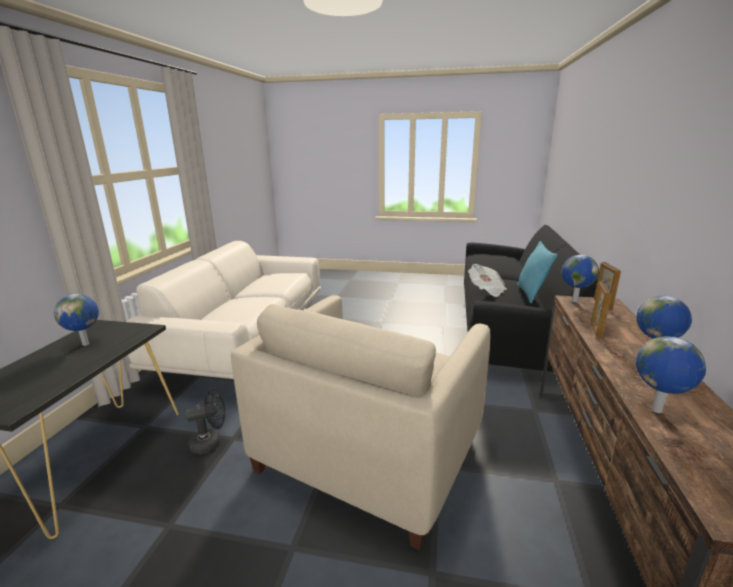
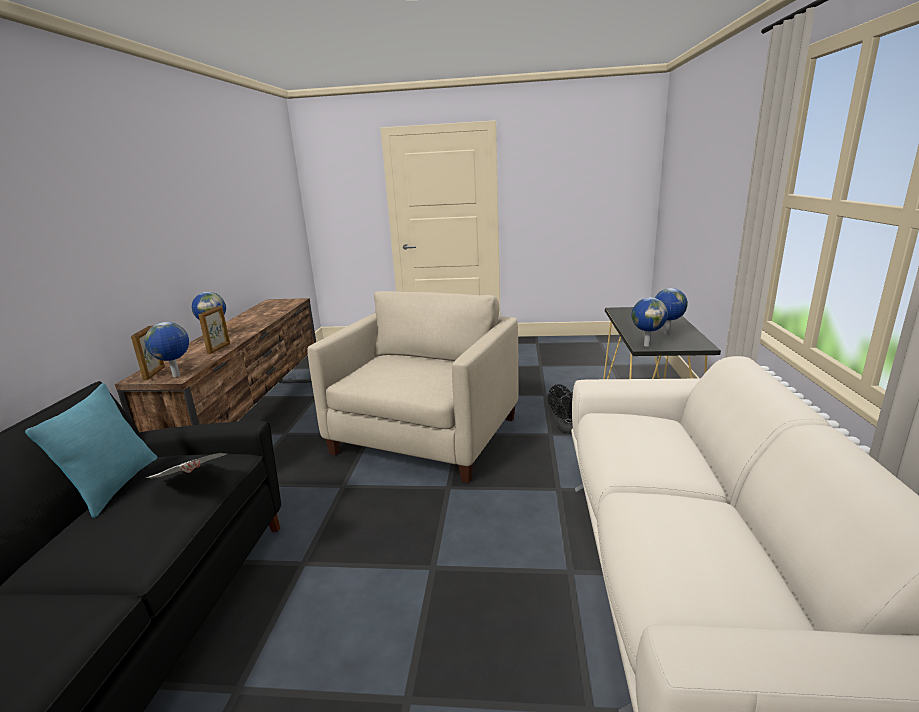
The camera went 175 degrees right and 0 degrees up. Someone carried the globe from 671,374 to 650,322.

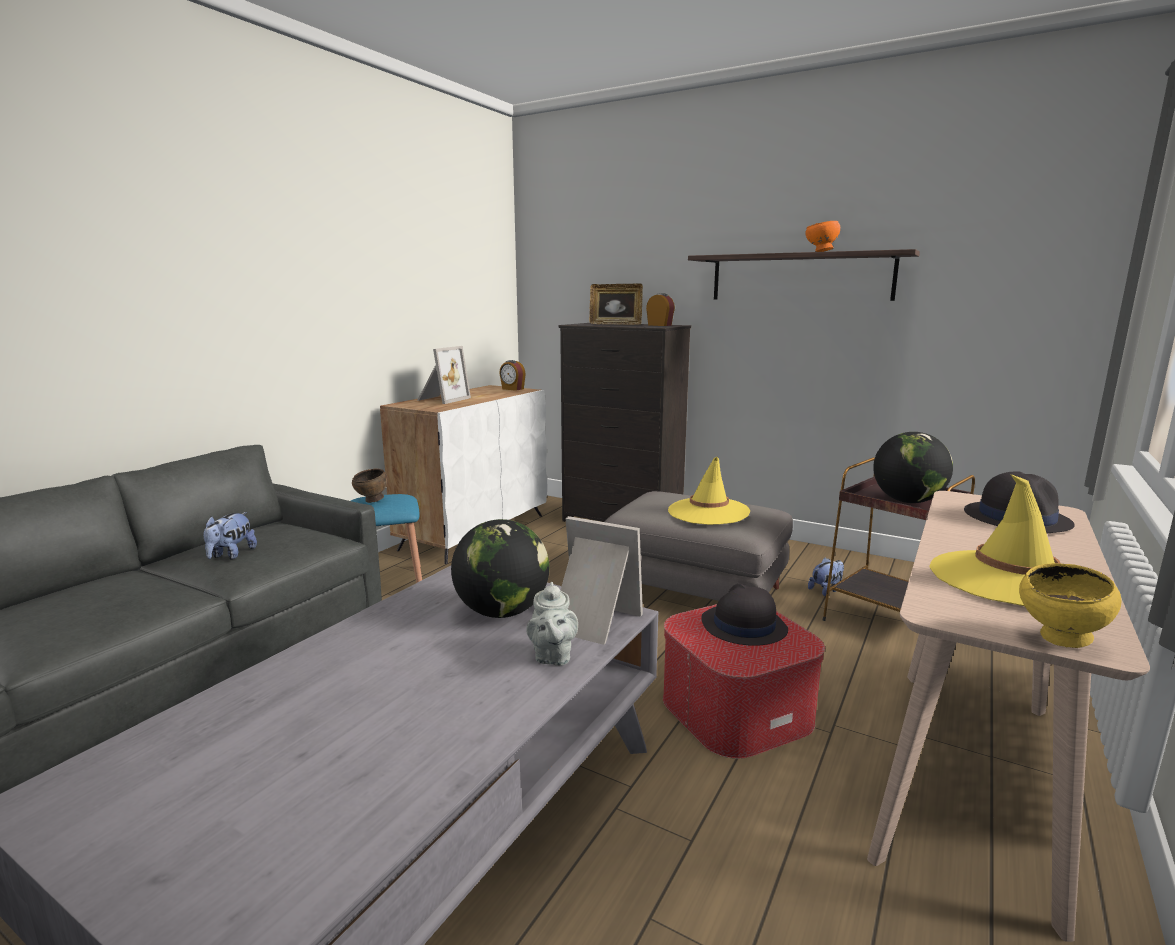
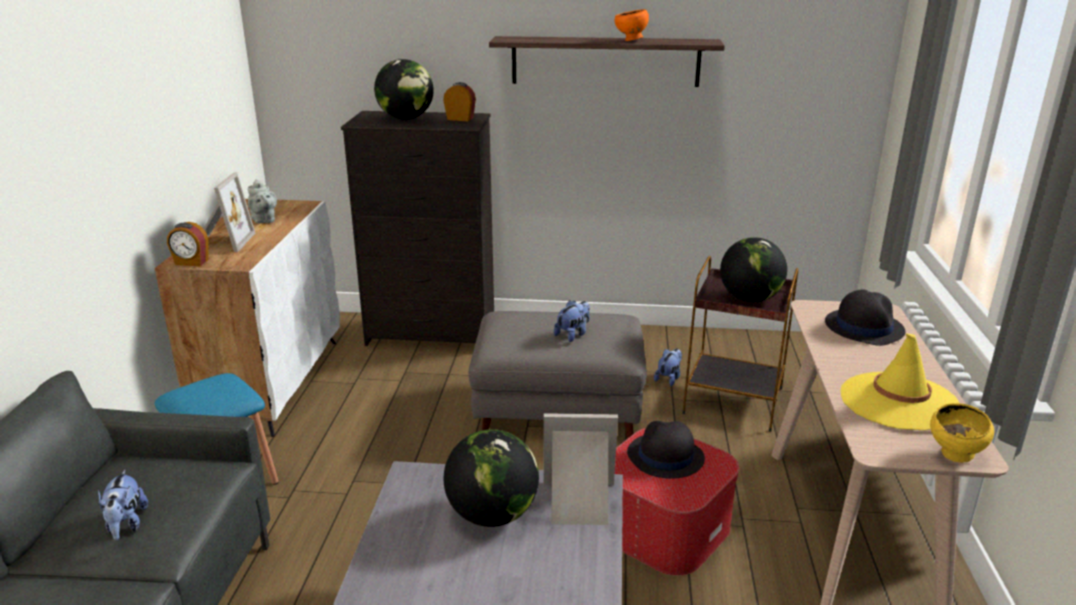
The camera went 25 degrees left and 10 degrees up. Someone carried the bedside clock from 512,375 to 188,244. Someone carried the teapot (greyish) from 552,624 to 262,201. Someone swapped the standing frame at 616,304 for the globe at 404,89. Someone swapped the hat (yellowish) at 709,491 for the soft toy at 572,321. Someone took away the serving bowl (brown) at 370,486.

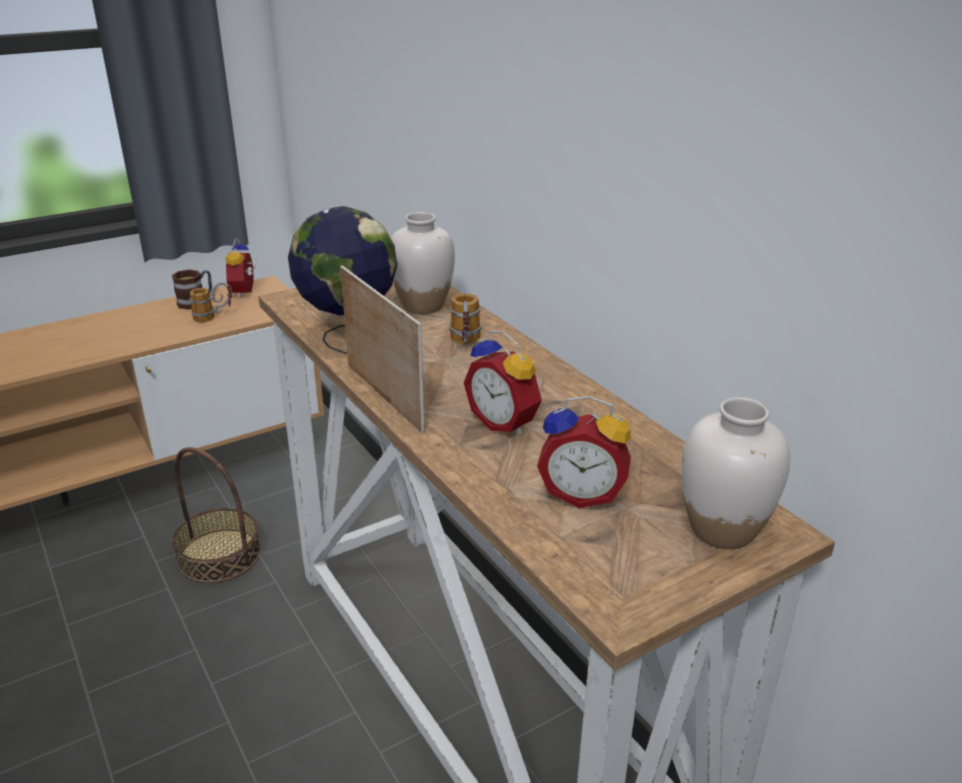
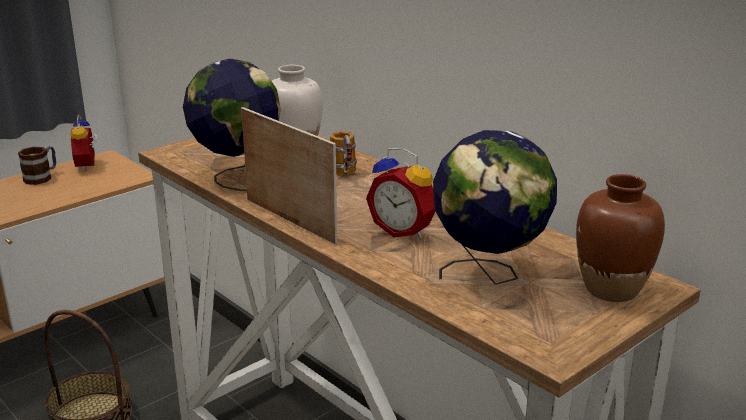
The camera went 10 degrees left and 5 degrees down. Someone swapped the bedside clock at 584,452 for the globe at 495,207. Someone repainted the vase (whitish) at 736,473, which became the vase (brown) at 620,238. Someone took away the coffee mug at 210,302.

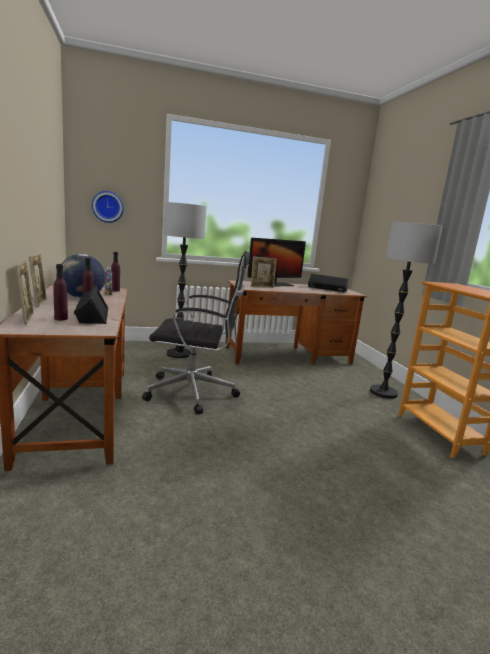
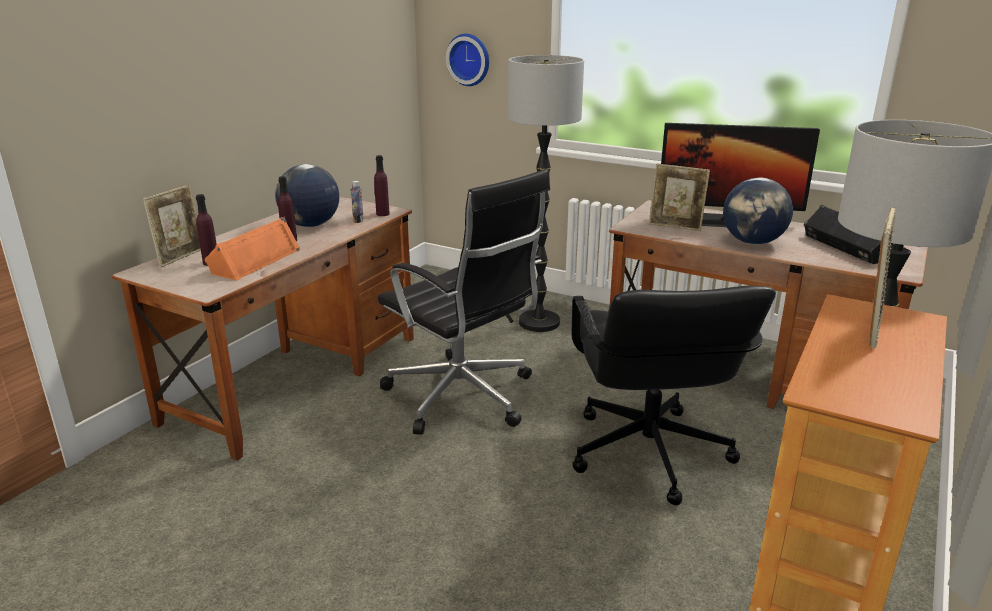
The camera went 45 degrees right and 10 degrees up. Someone repainted the speaker (blackish) at 91,304, which became the speaker (orange-coloured) at 252,249. Someone put down the computer chair (blackish) at 674,395. Someone put down the globe at 758,211. Someone carried the standing frame from 38,280 to 883,278.

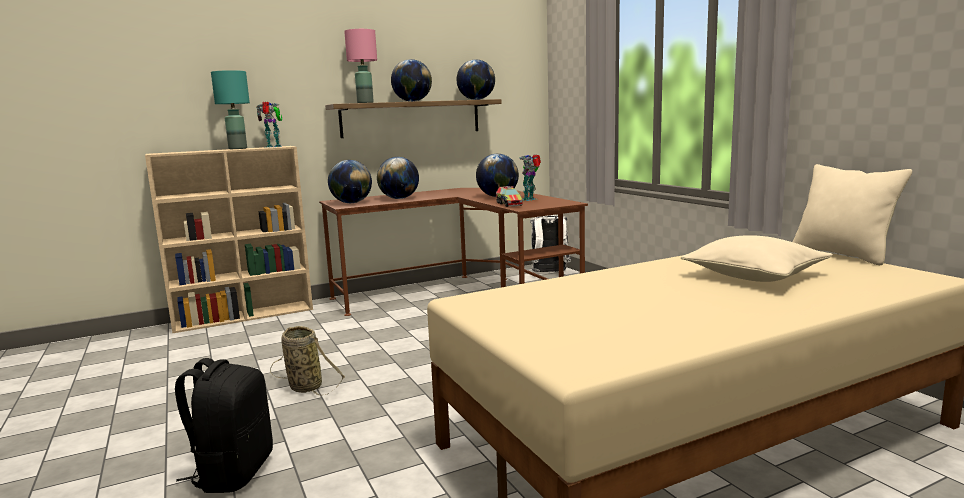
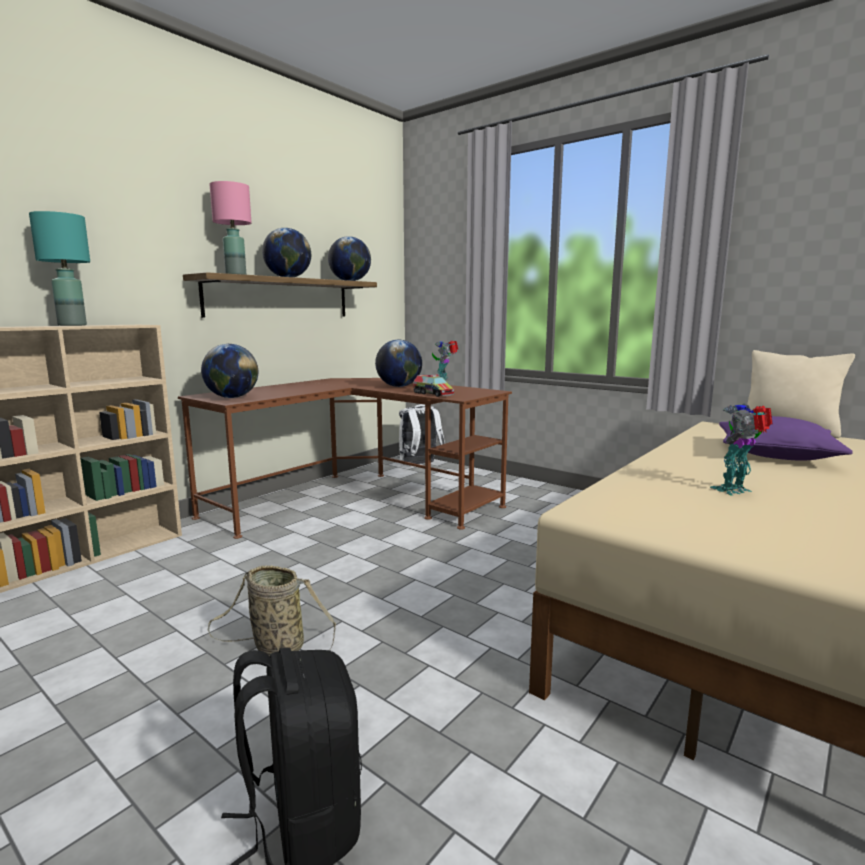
The camera went 25 degrees left and 0 degrees up. Someone carried the robot figure from 269,125 to 741,450. Someone repainted the pillow (sand-coloured) at 757,258, which became the pillow (purplish) at 786,438. Someone took away the globe at 398,178.

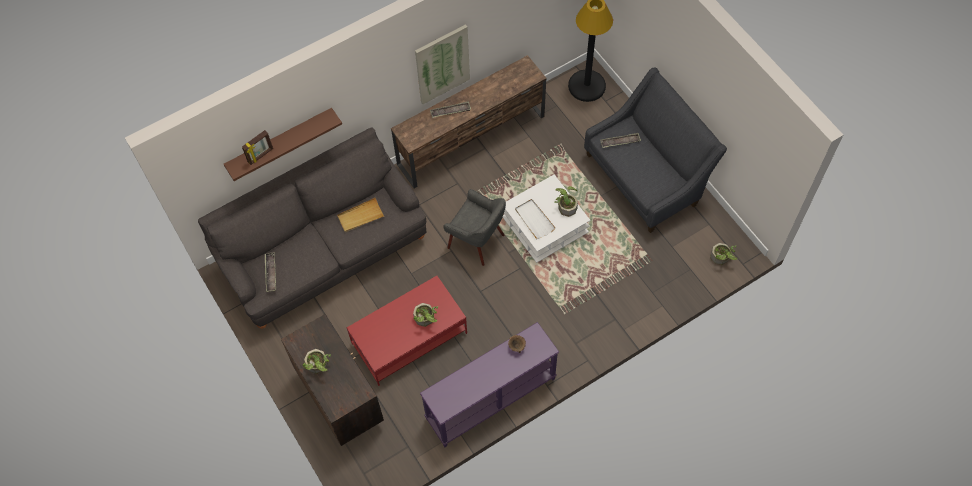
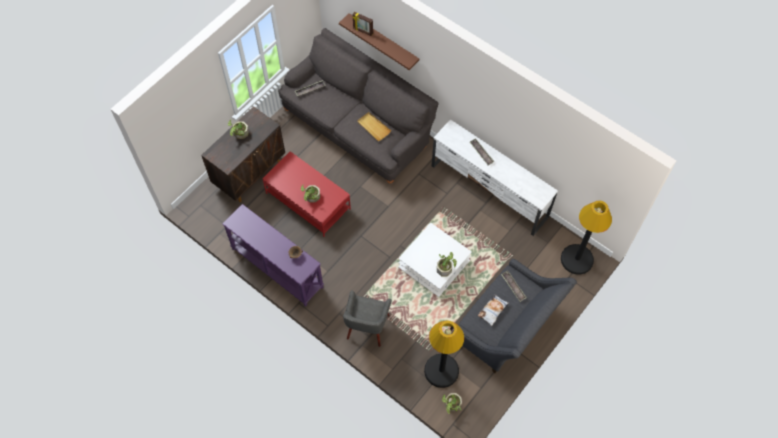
The camera went 70 degrees right and 0 degrees up. Someone carried the lounge chair (greyish) from 474,227 to 367,318. Someone put down the standard lamp (blackish) at 444,354. Someone repainted the tv unit (brown) at 469,121, which became the tv unit (whitish) at 494,177. Someone put down the pillow at 493,310. Someone took away the wall art at 442,64. Someone took away the tray (whitish) at 535,219.

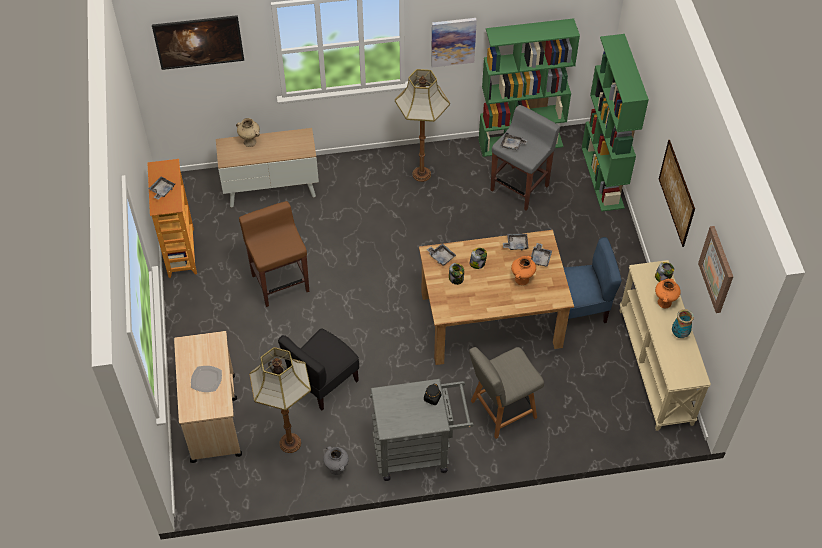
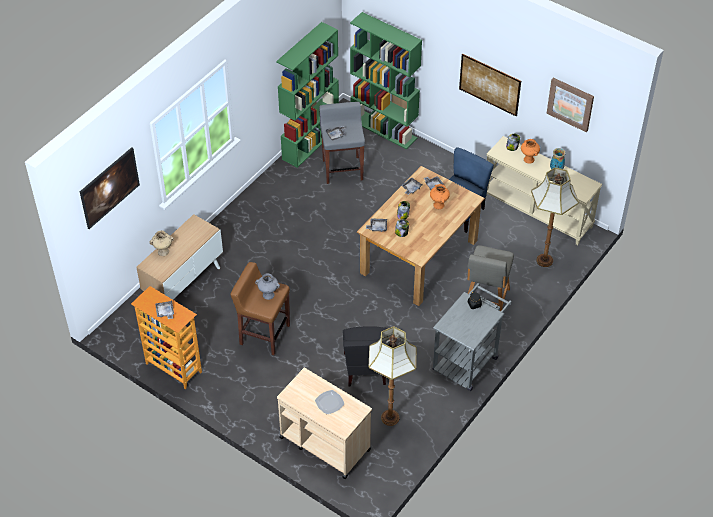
The camera went 45 degrees left and 5 degrees down. Someone carried the vase (greyish) from 336,460 to 267,286. Someone carried the standard lamp from 422,125 to 555,217. Someone took away the wall art at 454,42.

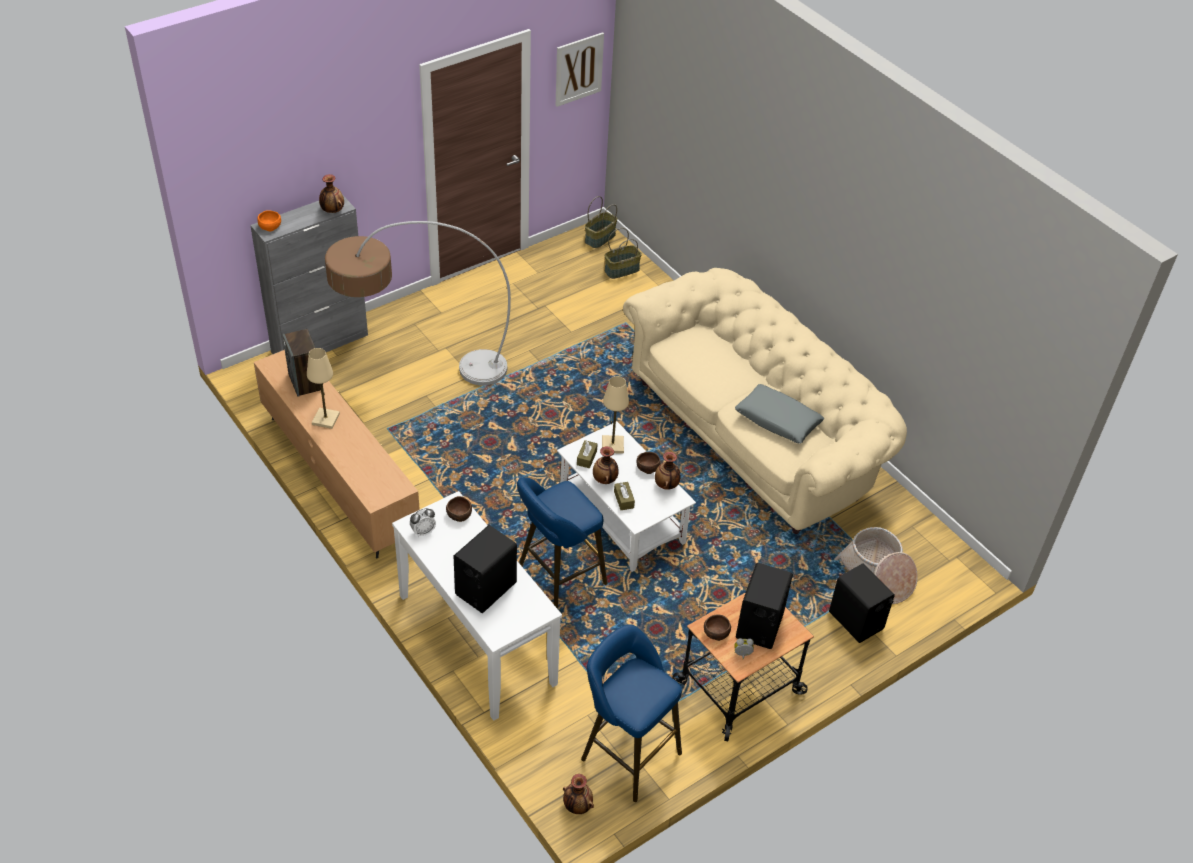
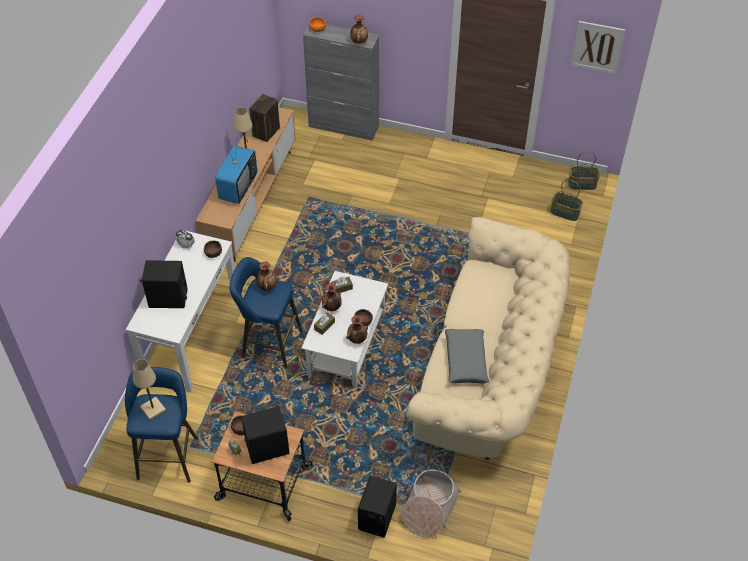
The camera went 55 degrees right and 5 degrees up. Someone carried the table lamp (sand-coloured) from 615,415 to 149,389. Someone put down the television at 236,170. Someone carried the vase from 578,794 to 267,276. Someone took away the standard lamp at 418,303.

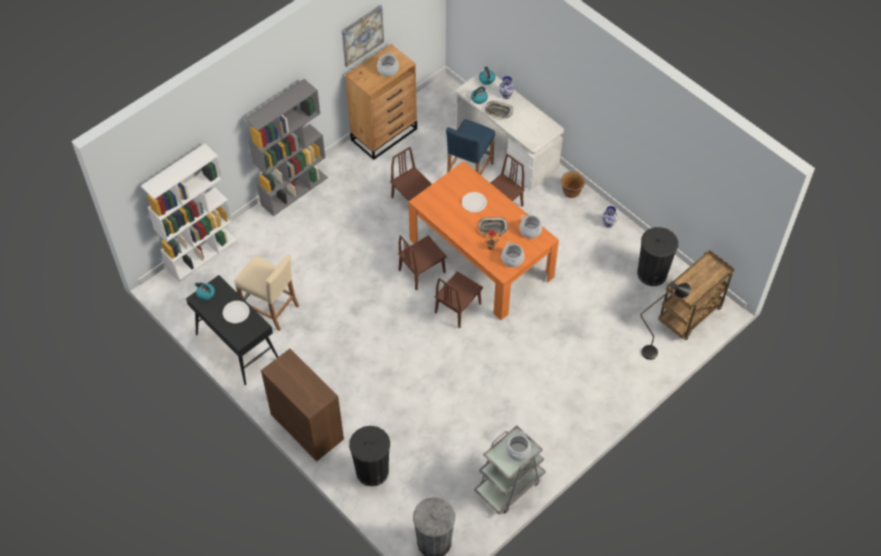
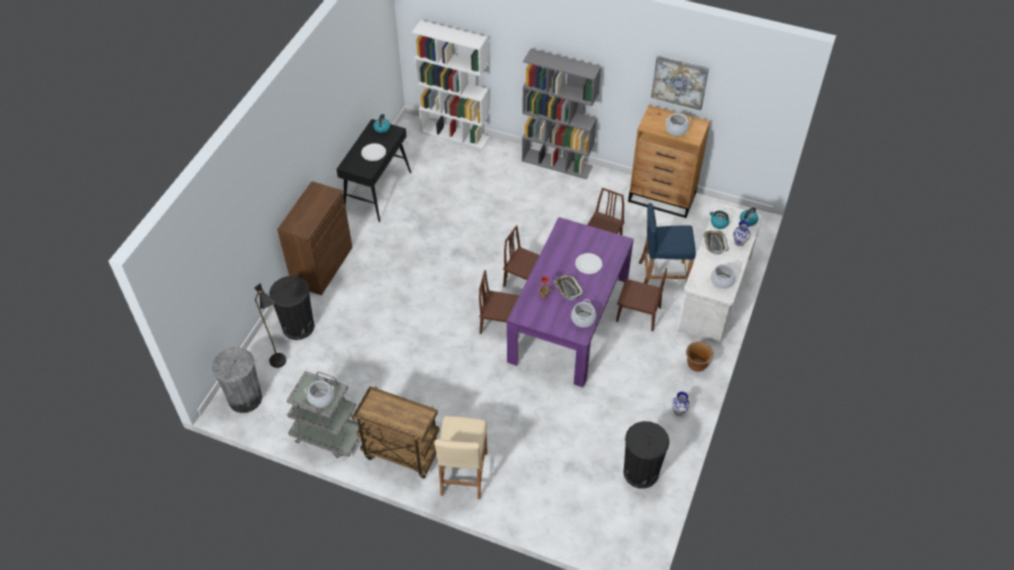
The camera went 65 degrees right and 5 degrees down. Someone carried the standard lamp (blackish) from 665,320 to 270,325. Someone carried the cart (brown) from 696,295 to 396,432. Someone carried the sitting stool (sand-coloured) from 266,292 to 460,457. Someone repainted the dining table (orange-coloured) at 483,240, which became the dining table (purplish) at 570,302. Someone carried the cooking pot from 512,254 to 723,276.

